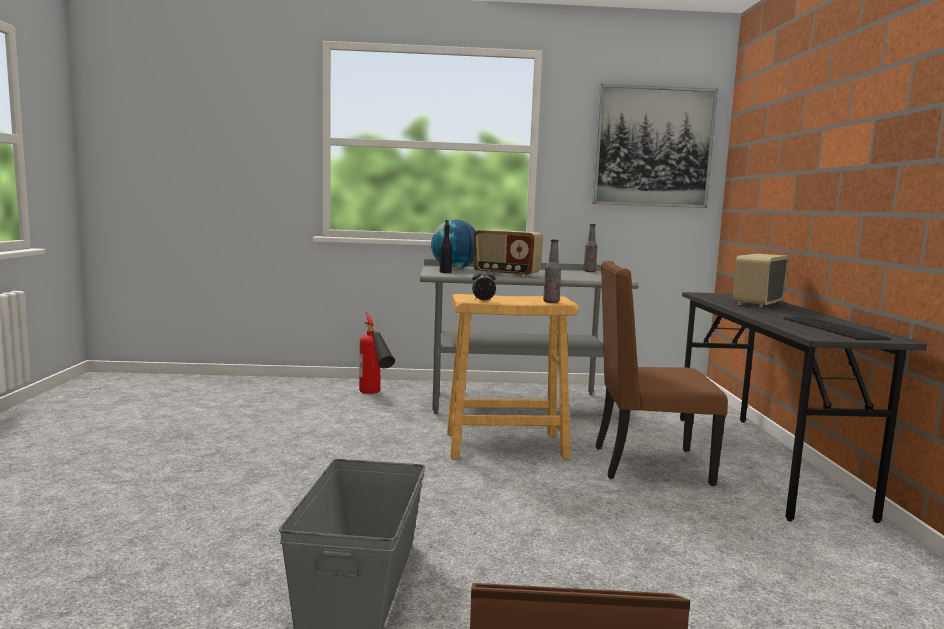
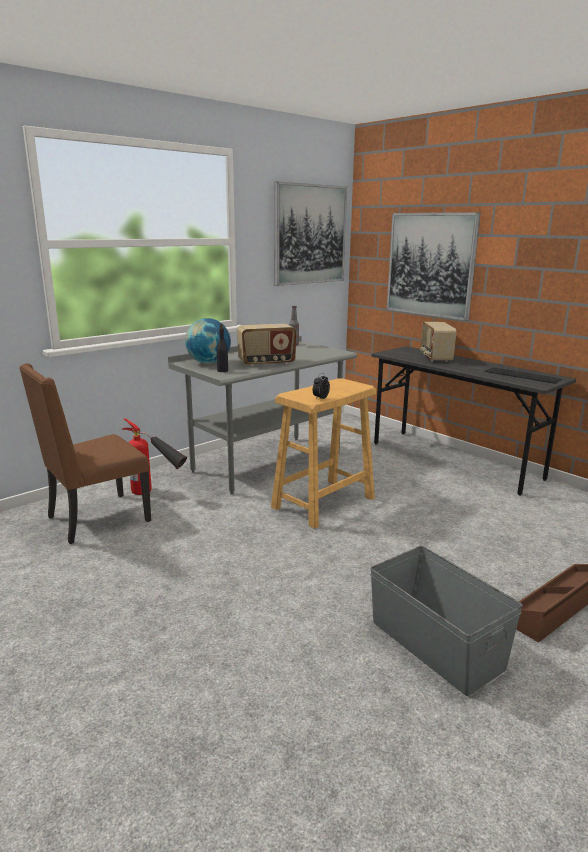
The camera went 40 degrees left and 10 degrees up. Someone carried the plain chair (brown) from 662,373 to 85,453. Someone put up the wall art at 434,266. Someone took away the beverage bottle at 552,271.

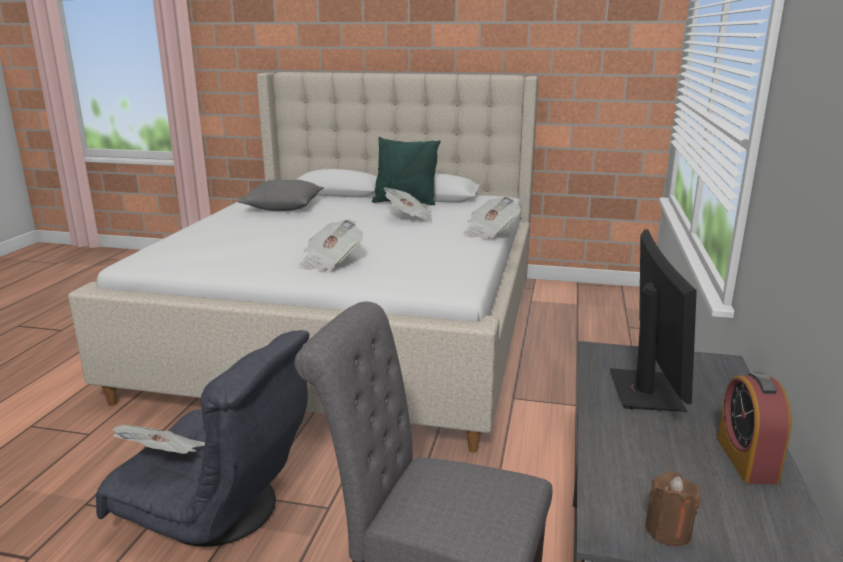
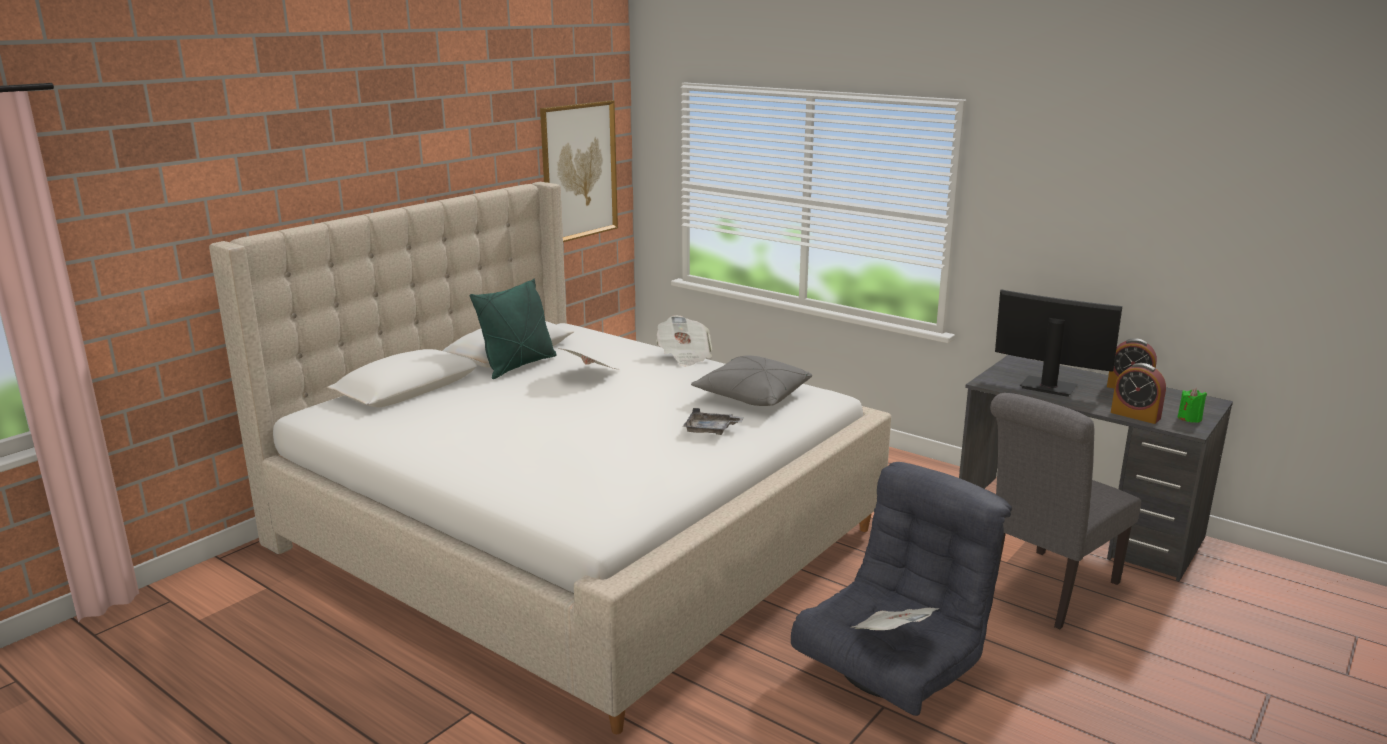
The camera went 65 degrees left and 0 degrees up. Someone put up the wall art at 579,171. Someone swapped the newspaper at 330,245 for the tray (greyish) at 713,421. Someone carried the pillow (greyish) from 281,195 to 751,380. Someone put down the bedside clock at 1138,393. Someone repainted the candle (brown) at 673,508, which became the candle (green) at 1192,405.

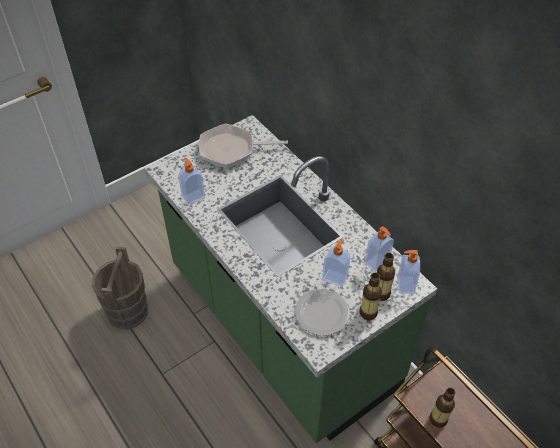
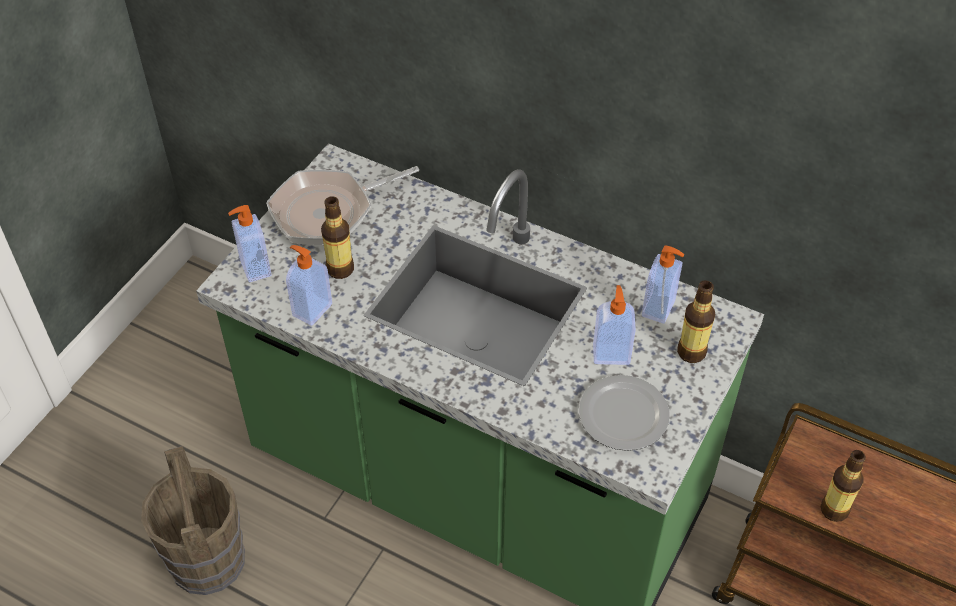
The camera went 25 degrees left and 0 degrees up. Someone carried the soap dispenser from 409,272 to 250,244. Someone carried the beverage bottle from 370,296 to 337,237.

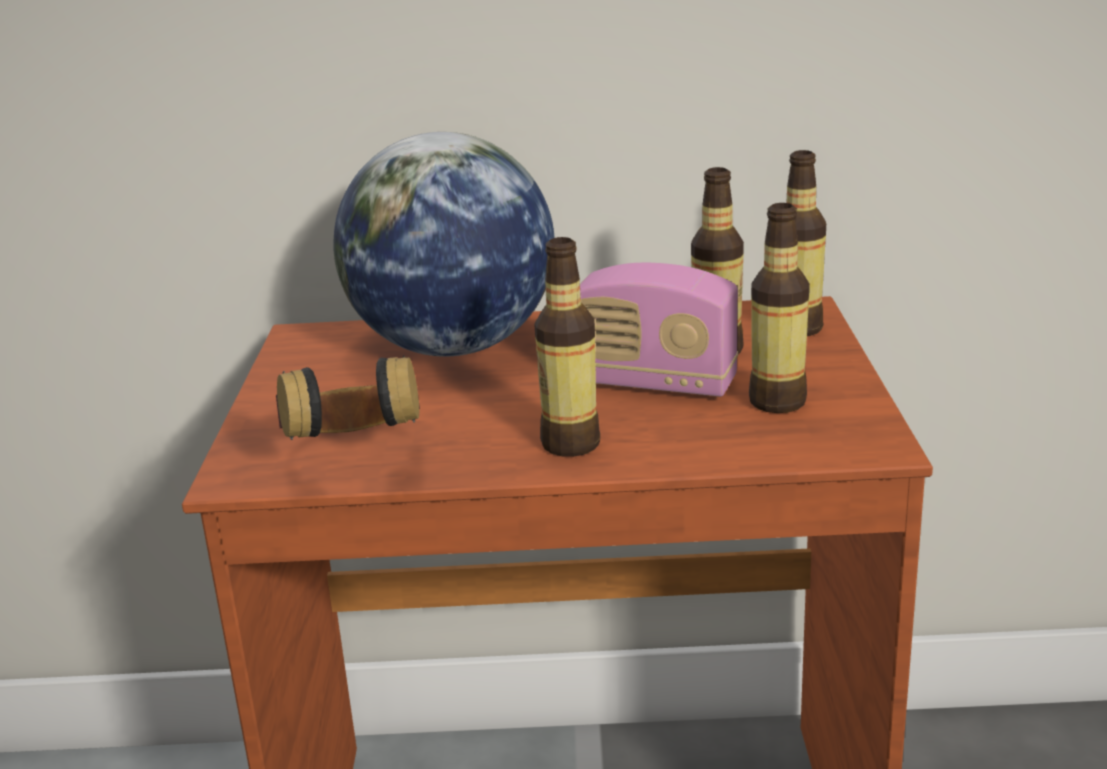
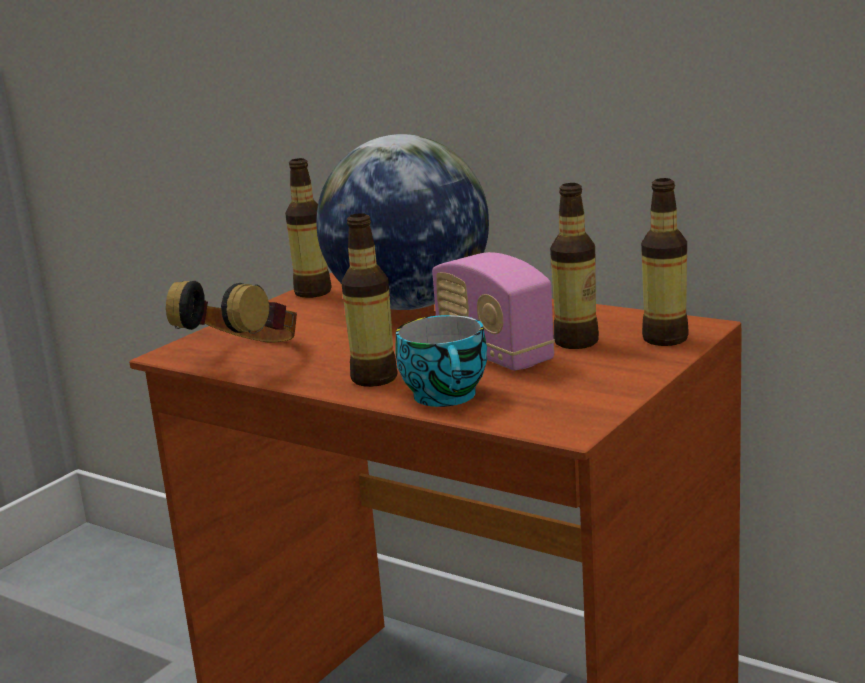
The camera went 35 degrees right and 5 degrees down. Someone carried the beverage bottle from 779,308 to 308,228. Someone put down the cup at 441,361.

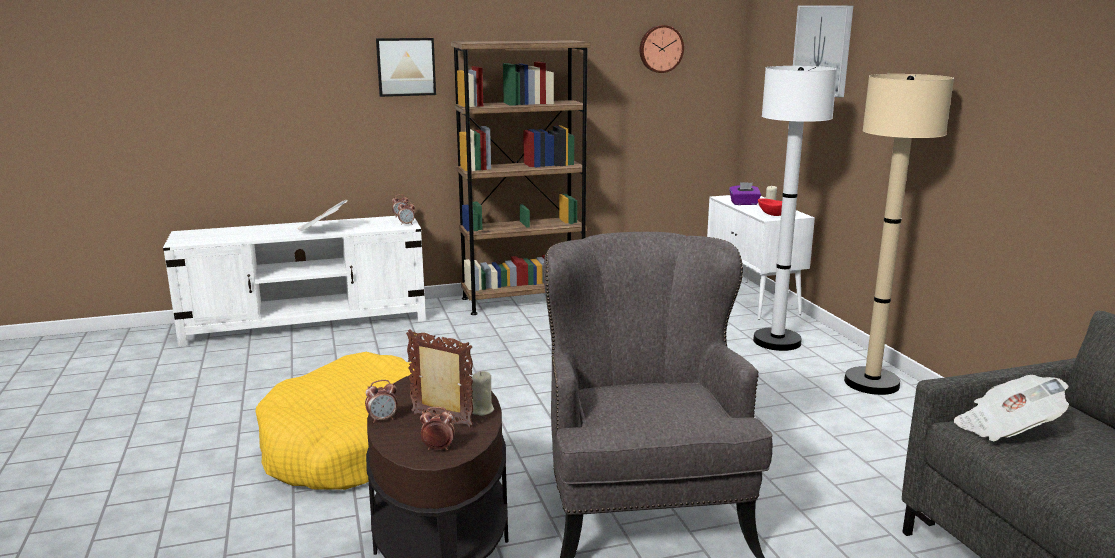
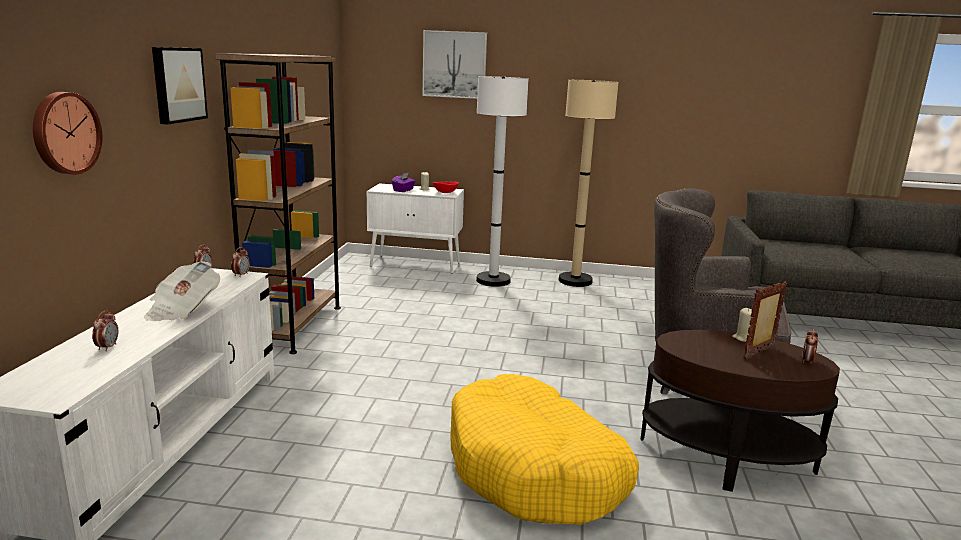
The camera went 65 degrees left and 0 degrees up. Someone carried the wall clock from 661,49 to 67,133. Someone carried the bedside clock from 381,401 to 105,330. Someone took away the newspaper at 1011,408.

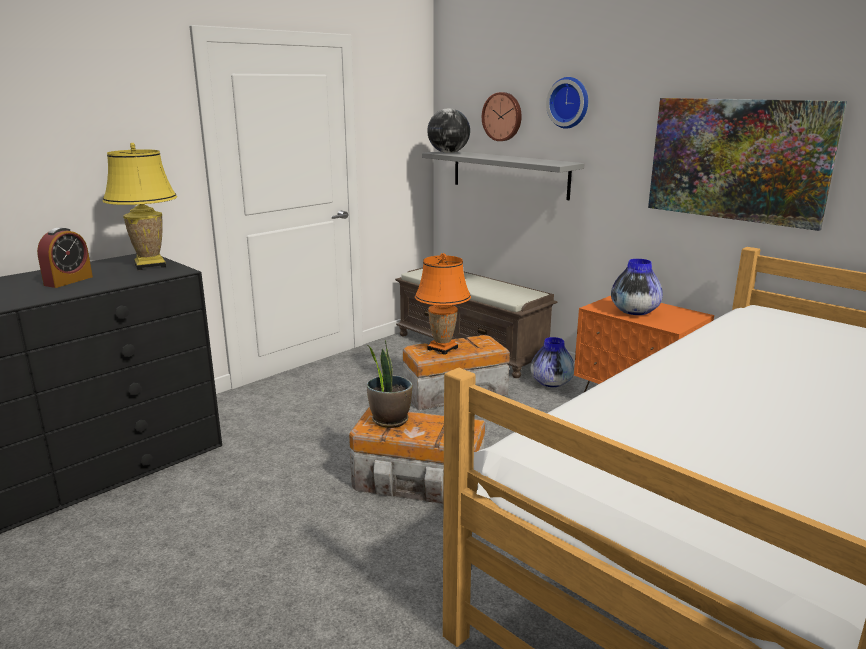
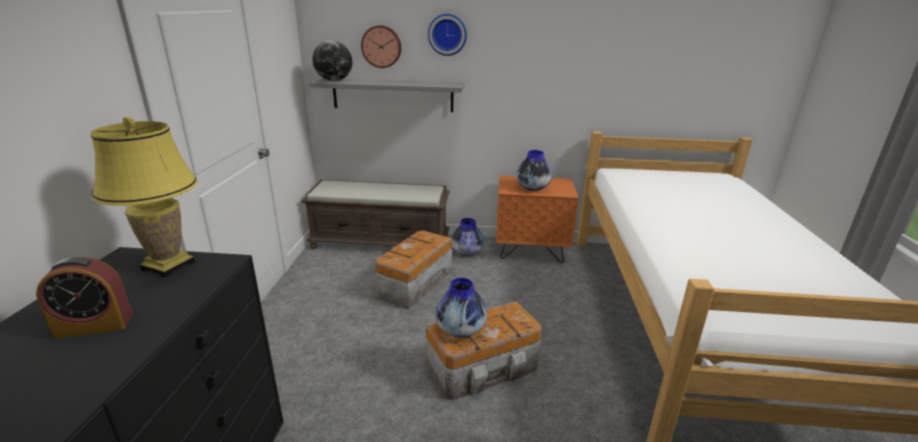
The camera went 40 degrees left and 5 degrees up. Someone rotated the bedside clock at 65,257 by 90 degrees clockwise. Someone swapped the houseplant at 389,384 for the vase at 461,308. Someone took away the table lamp (orange-coloured) at 443,304. Someone took away the wall art at 747,164.

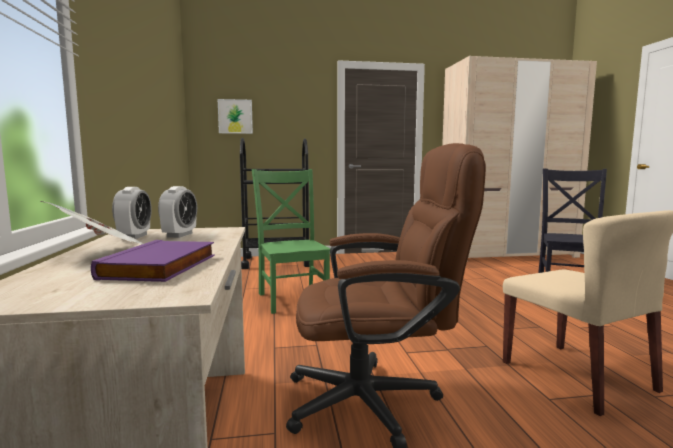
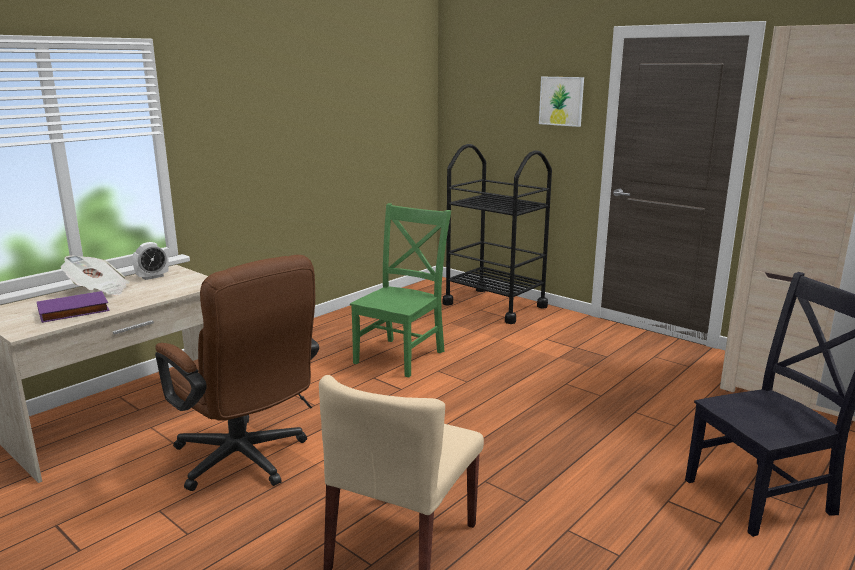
The camera went 50 degrees right and 10 degrees up. Someone carried the wall art from 235,116 to 561,102. Someone took away the bedside clock at 177,212.

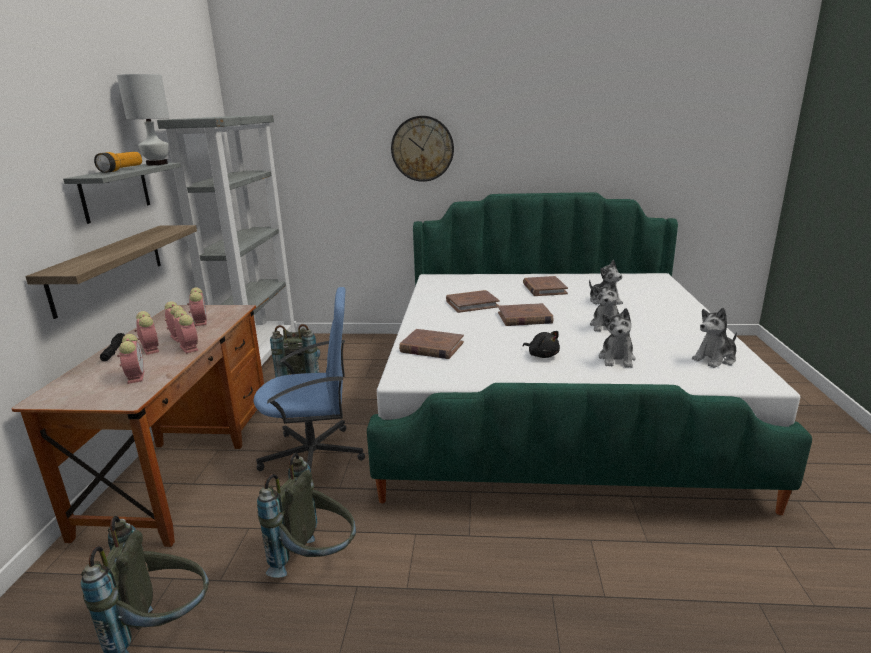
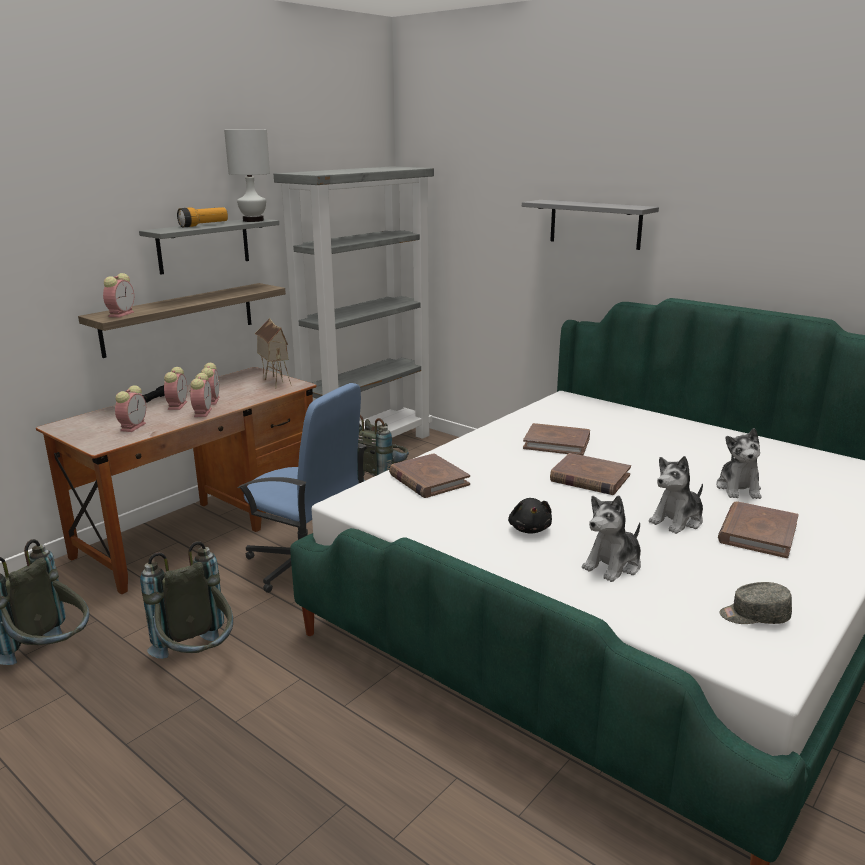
The camera went 35 degrees right and 0 degrees up. Someone carried the bedside clock from 197,306 to 118,295. Someone put down the toy house at 273,353. Someone swapped the wall clock at 422,149 for the bracket shelf (greyish) at 590,225. Someone carried the volume (brown) from 545,286 to 758,530. Someone swapped the soft toy at 714,338 for the peaked cap (greyish) at 756,603.

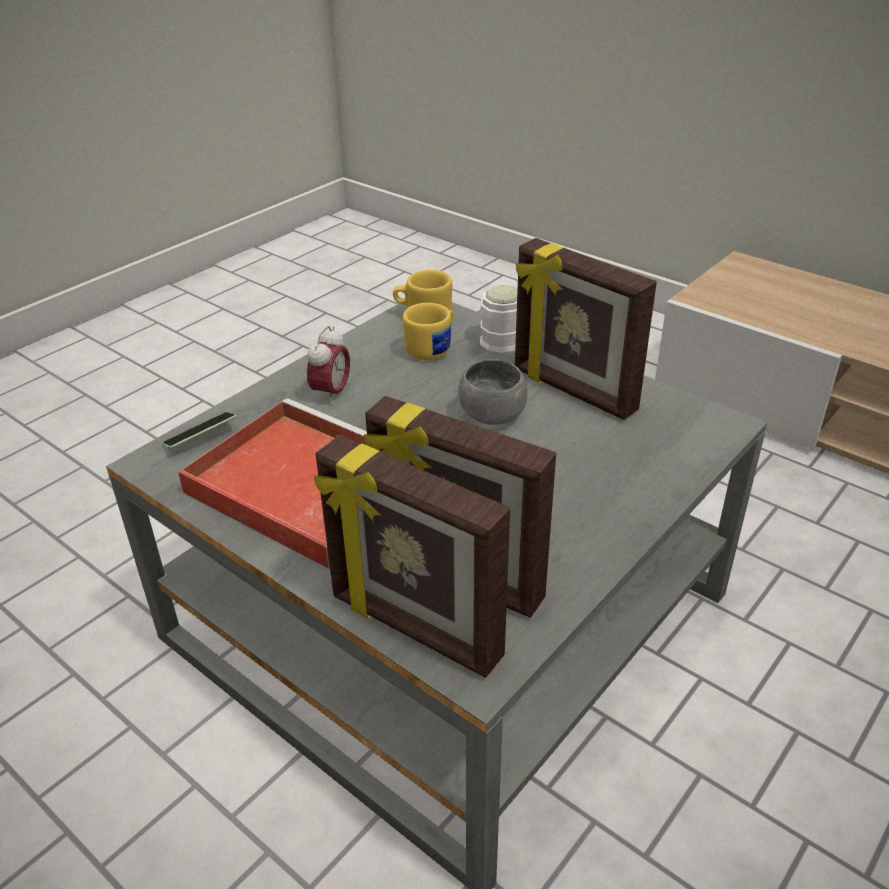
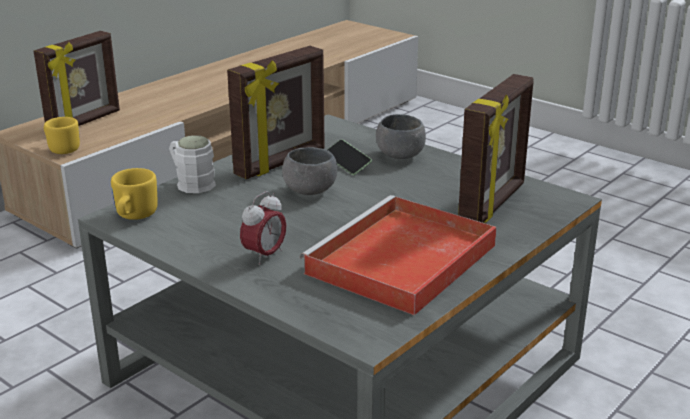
The camera went 90 degrees left and 10 degrees down. Someone carried the standing frame from 412,556 to 77,78. Someone carried the coffee mug (yellowish) from 428,331 to 62,135. Someone rotated the bedside clock at 328,365 by 105 degrees clockwise. Someone carried the phone from 199,430 to 349,157. Someone put down the serving bowl (greyish) at 401,136.

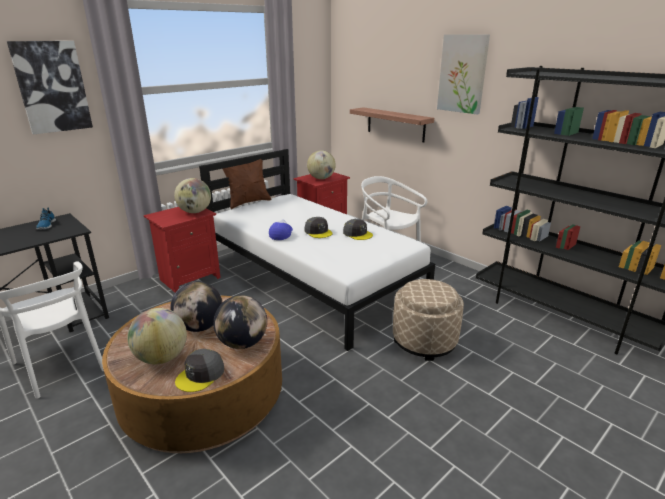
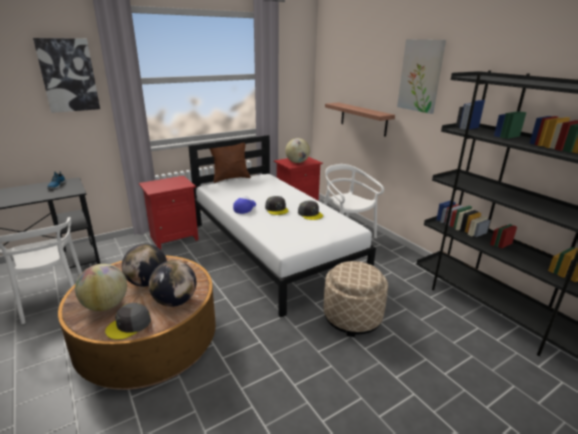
The camera went 10 degrees right and 0 degrees up. Someone took away the globe at 192,195.

